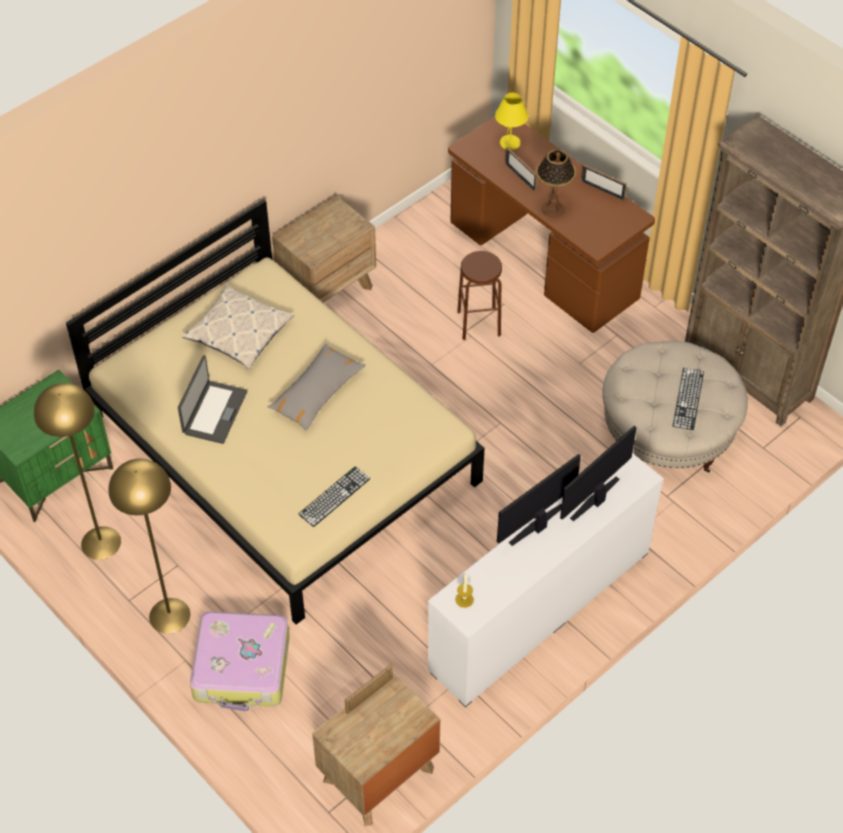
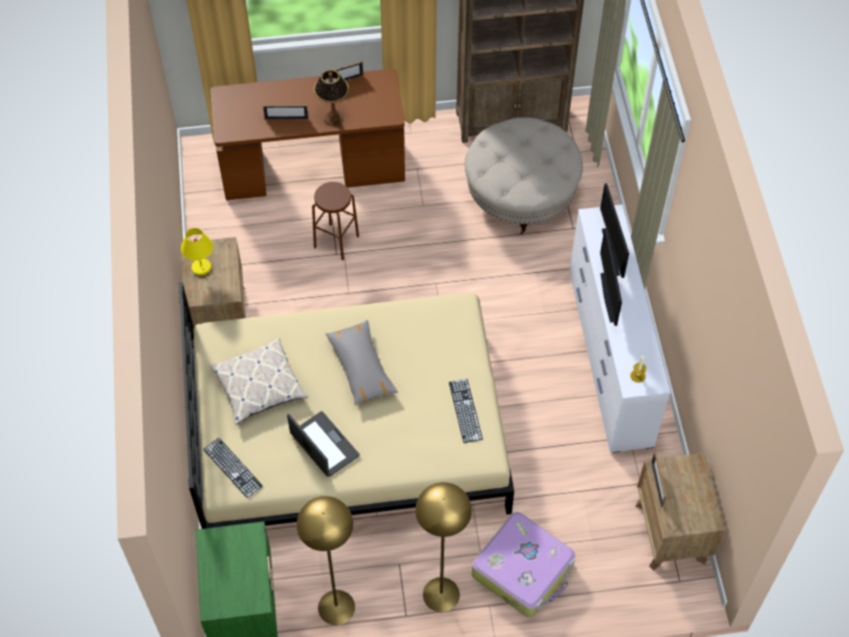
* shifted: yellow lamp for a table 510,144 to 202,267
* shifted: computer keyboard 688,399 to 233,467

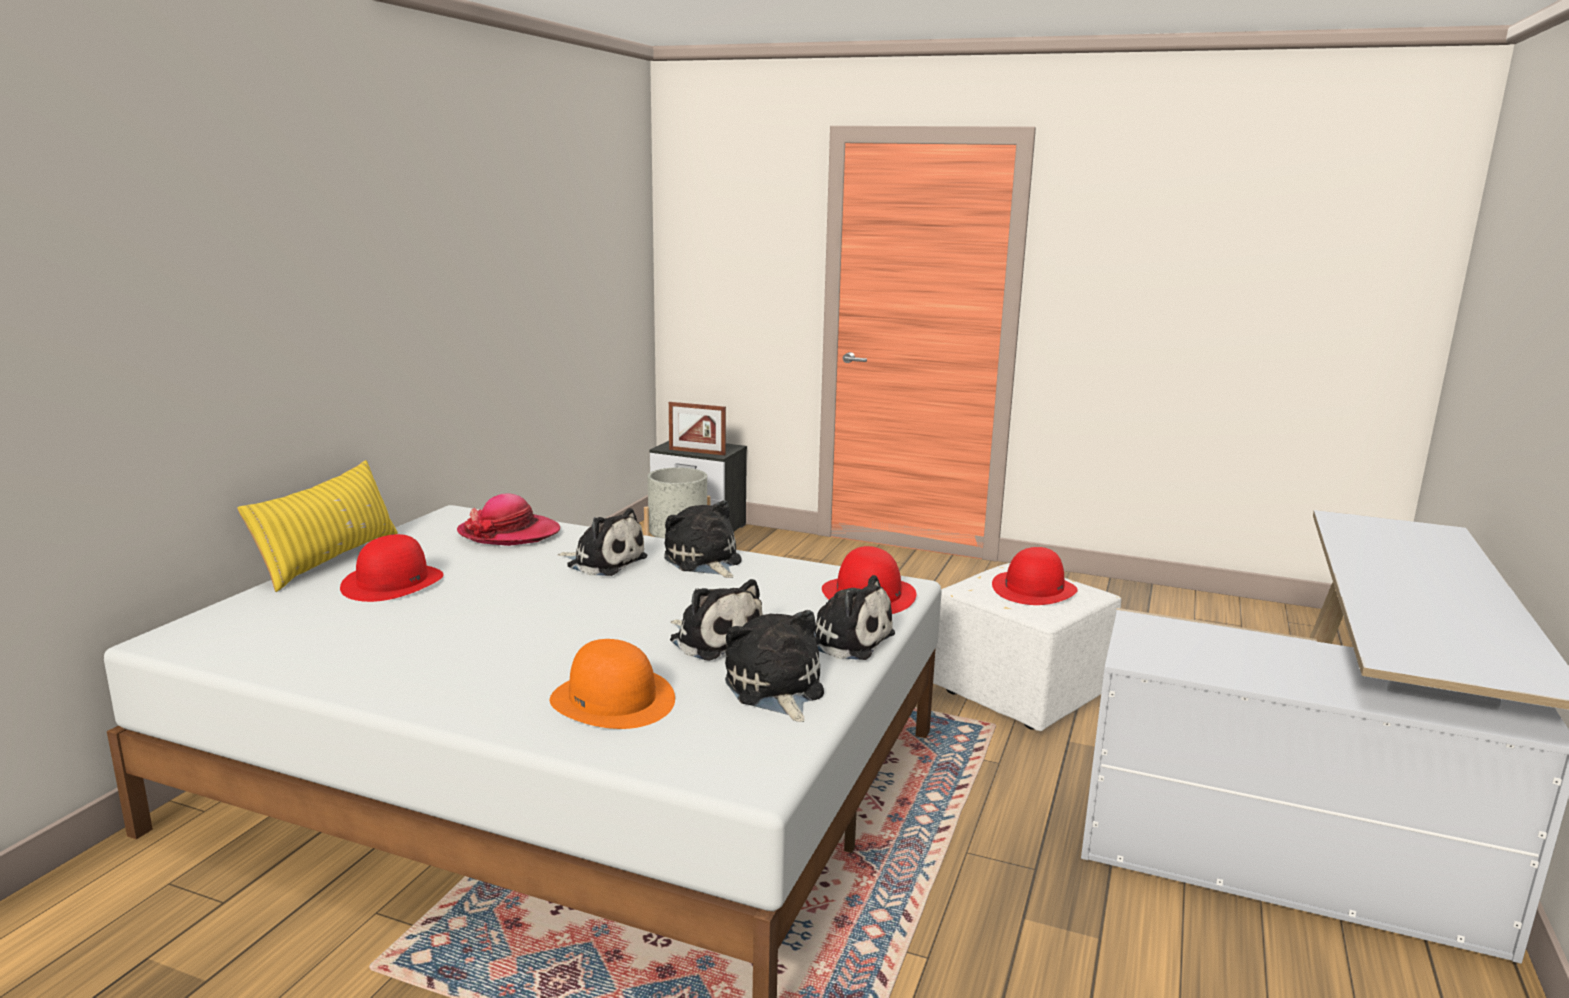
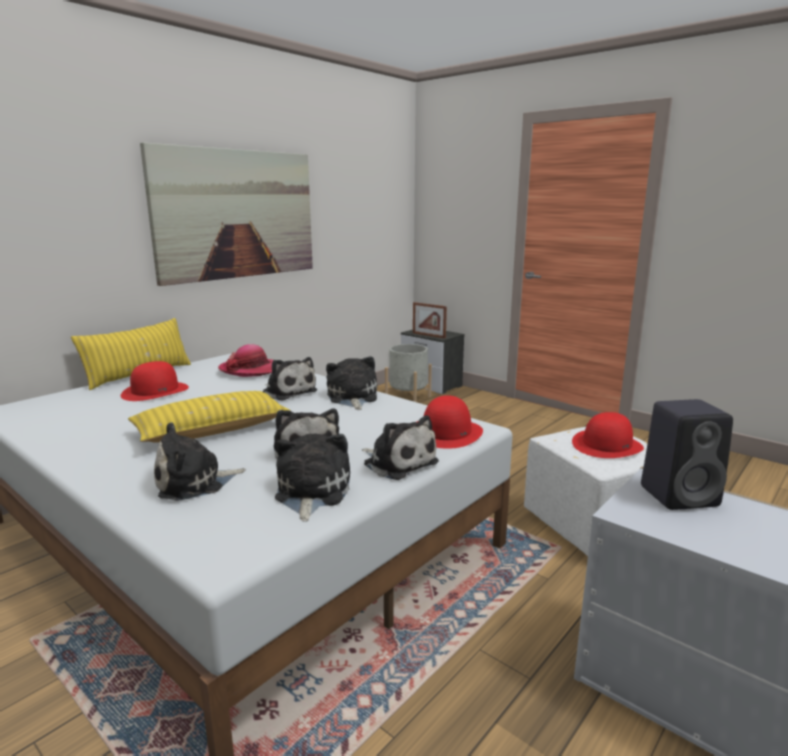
* new: yellow throw pillow 212,430
* new: wall picture 236,214
* new: black-coloured audio speaker 680,495
* swapped: orange-coloured clothing hat 613,699 to soft toy 194,483

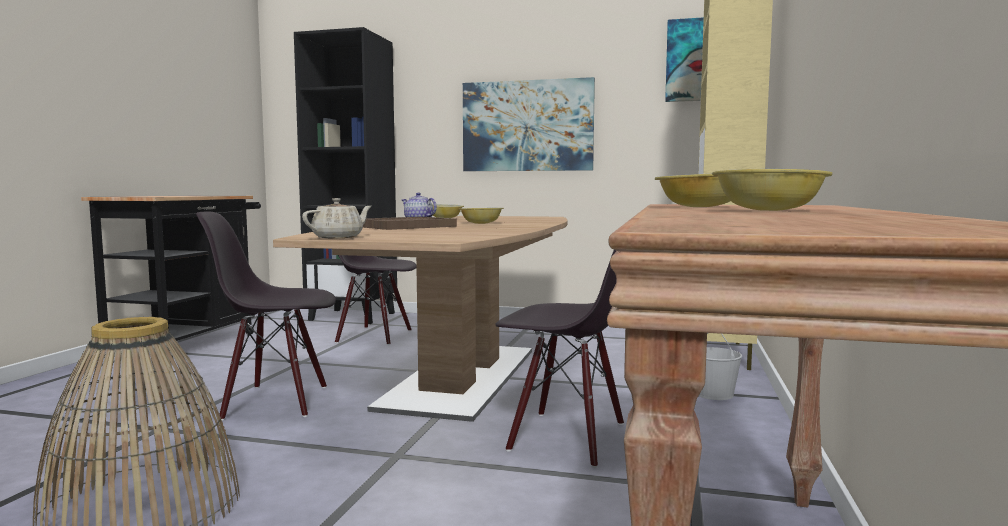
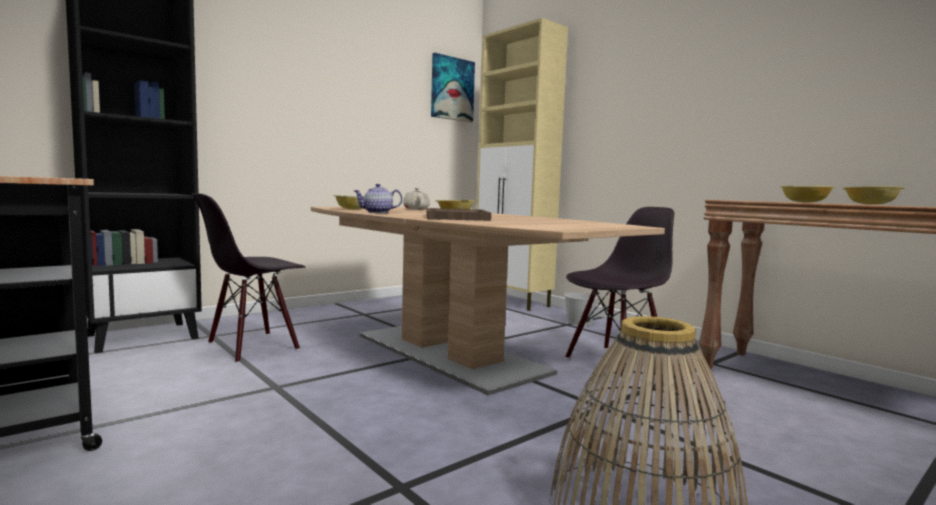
* gone: black-coloured plain chair 277,401
* gone: wall picture 527,126
* shifted: beige tea pot 339,237 to 416,209

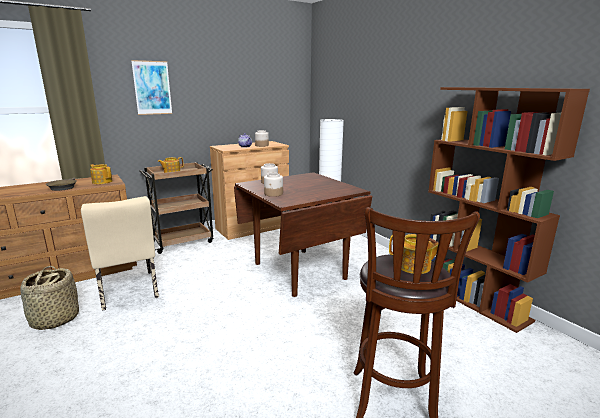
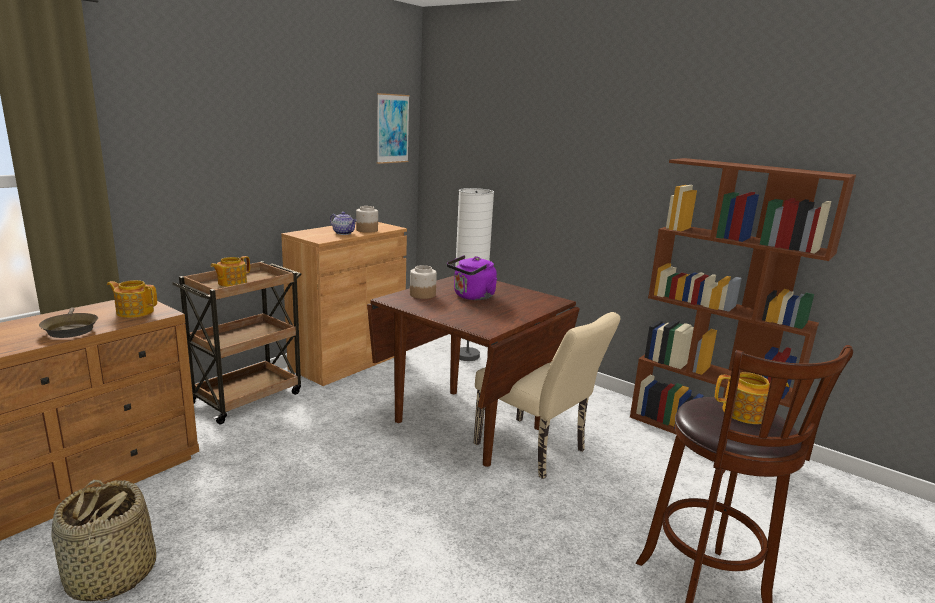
* gone: storage jar 273,194
* new: purple-coloured tea kettle 472,297
* shifted: beige plain chair 128,292 to 536,450
* shifted: wall picture 152,88 to 392,128

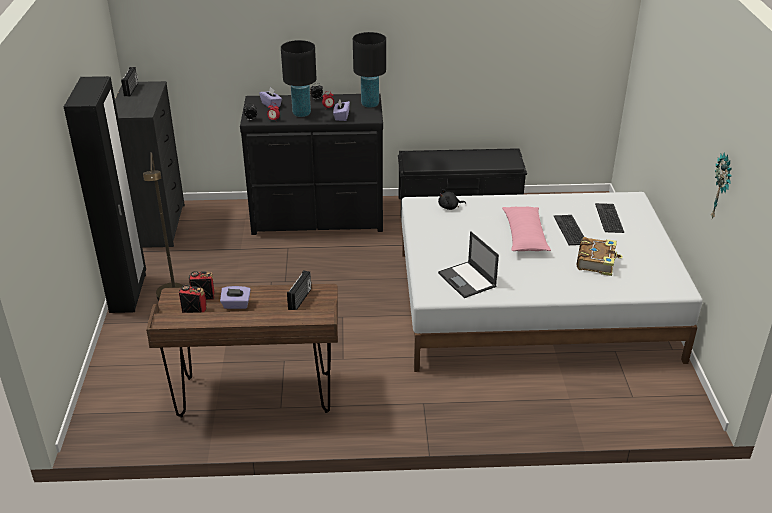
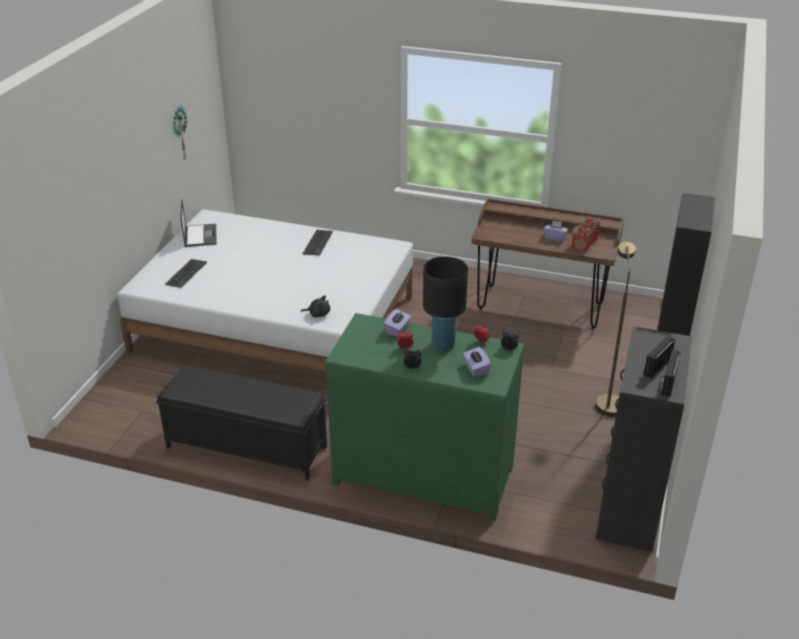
* gone: black-coloured lamp for a table 370,104
* gone: pink-coloured throw pillow 524,236
* gone: bound book 596,262
* shifted: radio set 300,299 to 656,366
* shifted: portable computer 467,280 to 200,235
* shifted: computer keyboard 570,230 to 317,243
* repainted: black-coloured drawer chest 318,217 to green-coloured drawer chest 424,471

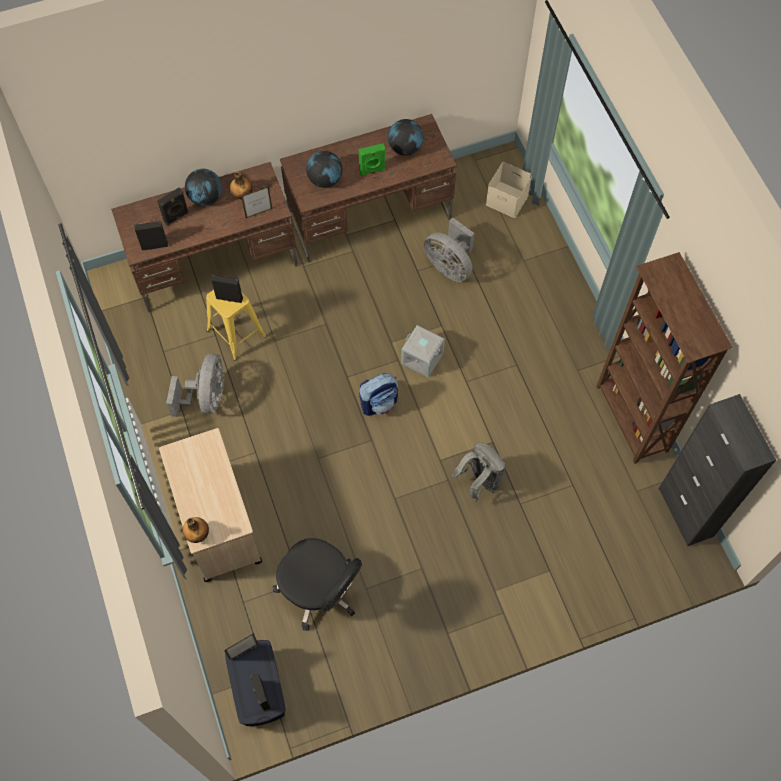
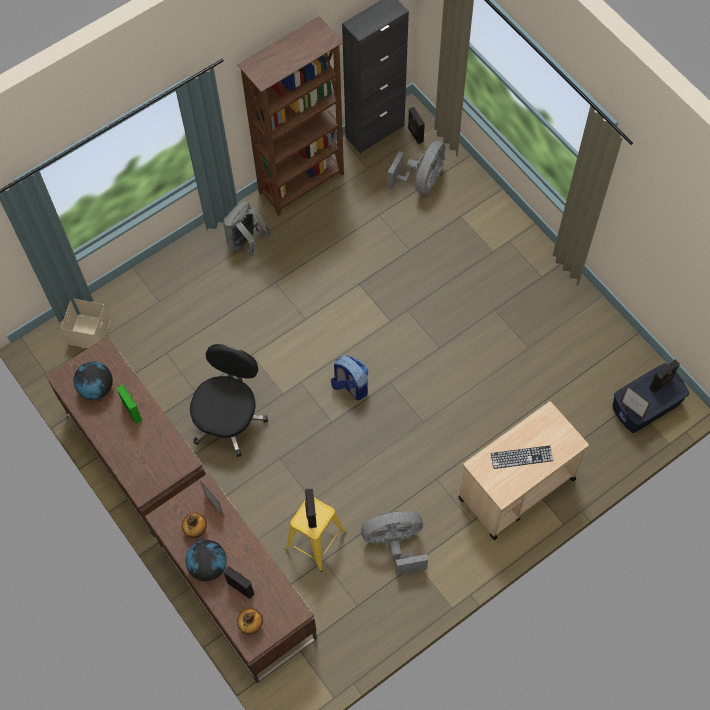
* gone: globe 325,180
* gone: grey storage container 423,357
* new: computer keyboard 521,457
* shifted: black-coloured audio speaker 154,245 to 415,135
* shifted: beverage bottle 198,534 to 250,624
* shifted: black-coloured desk chair 319,590 to 229,419
* shifted: grey cooling fan 450,266 to 421,181
* shifted: grey knapsack 479,481 to 246,242

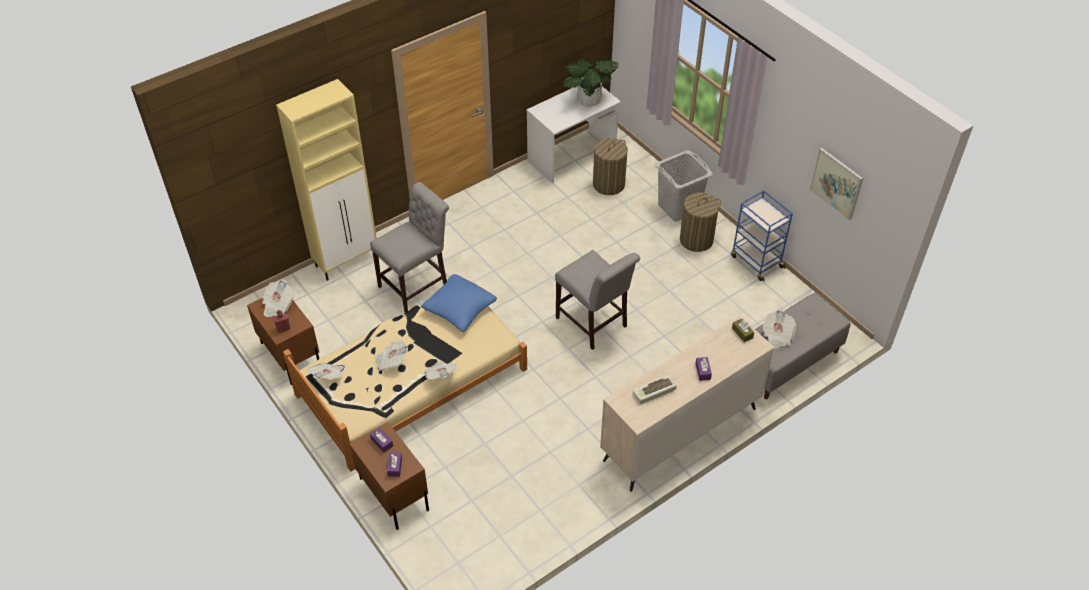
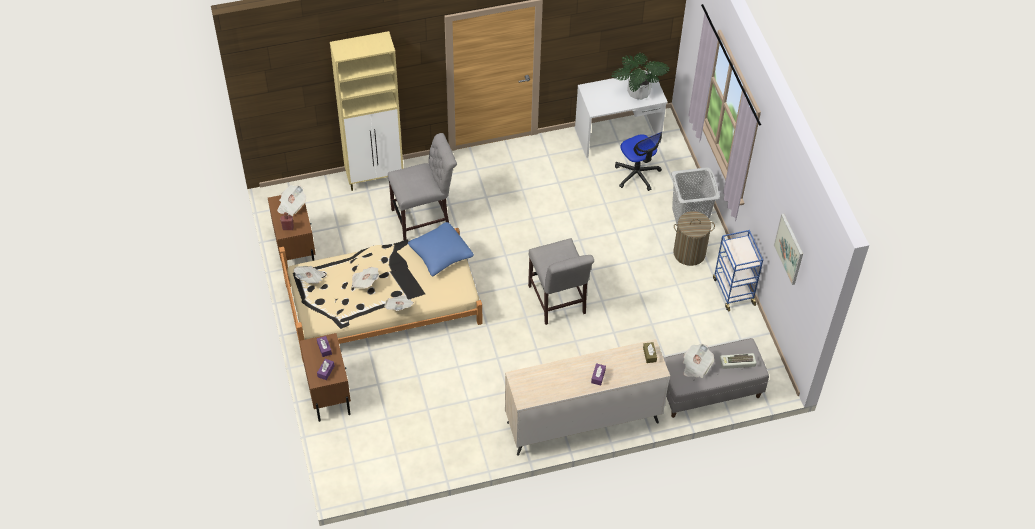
* shifted: computer keyboard 654,392 to 737,363
* swapped: hamper 608,184 to desk chair 637,174

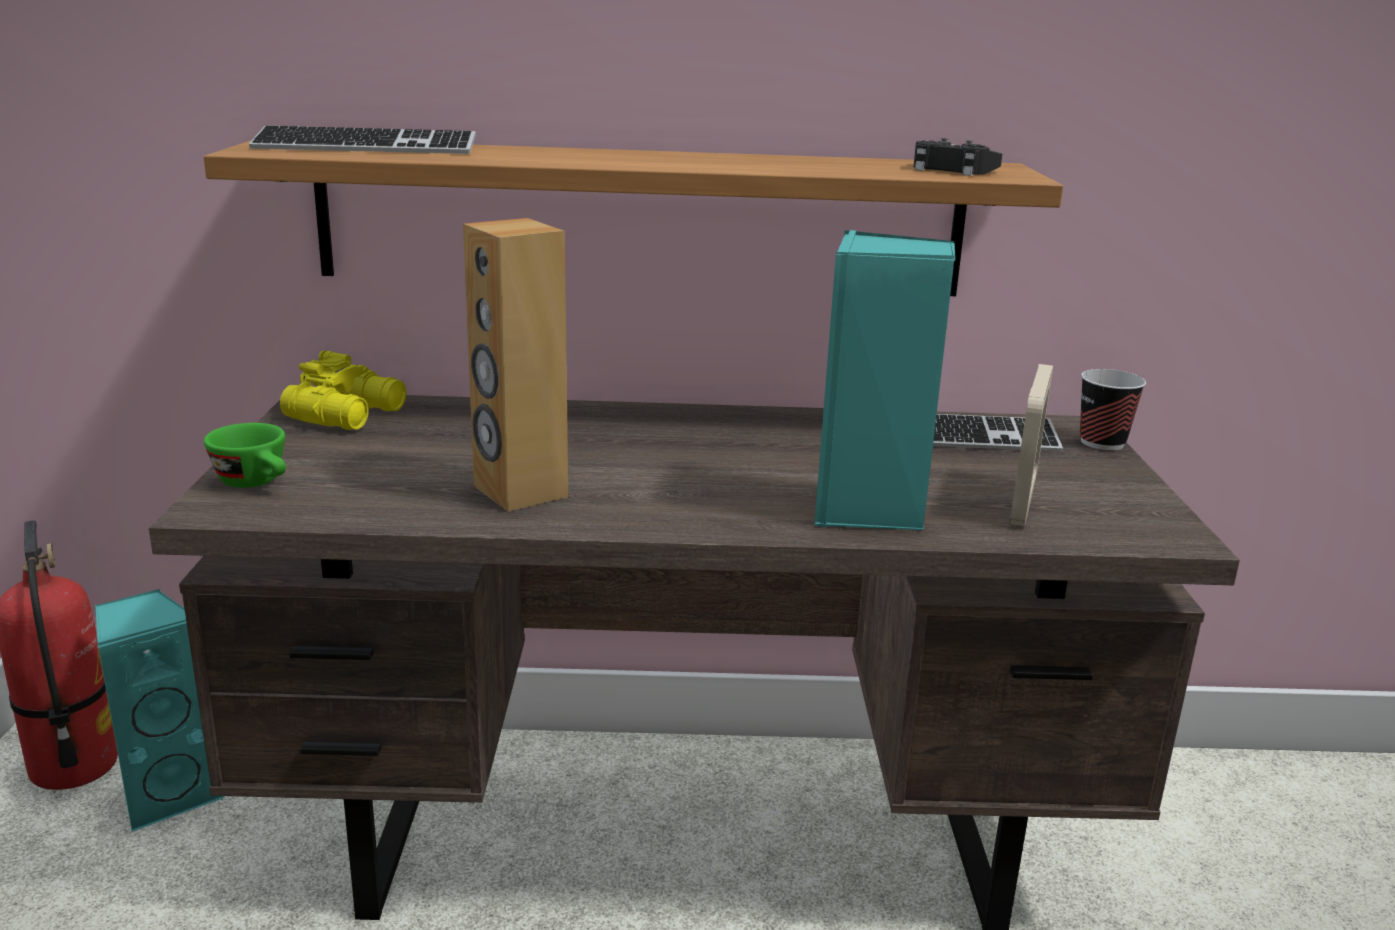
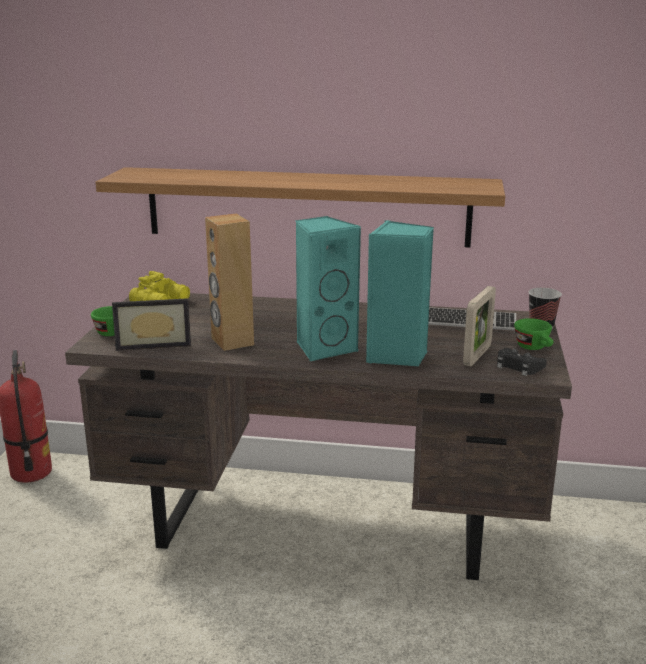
* gone: computer keyboard 366,147
* new: picture frame 154,343
* new: green-coloured drinking cup 535,348
* shifted: blue-green audio speaker 169,795 to 324,348
* shifted: black-coloured gamepad 952,170 to 518,367

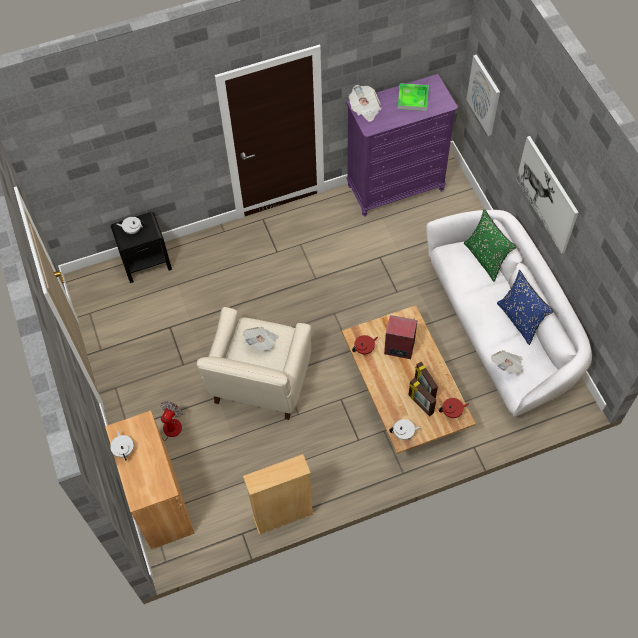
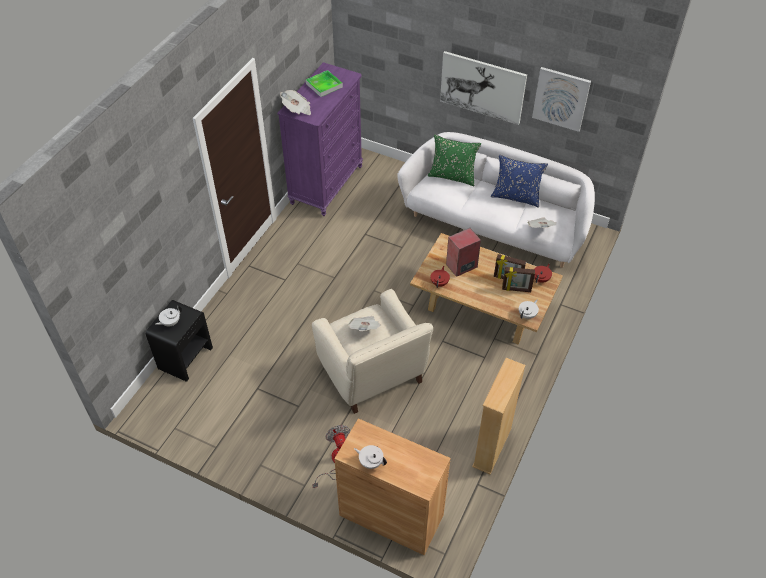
* shifted: wall picture 484,95 to 561,98

